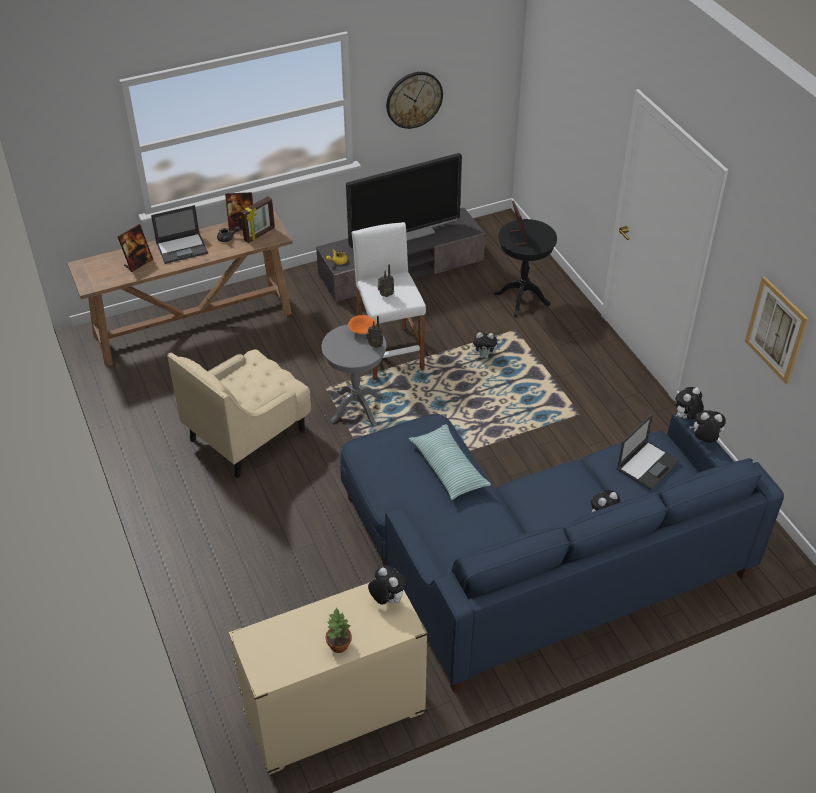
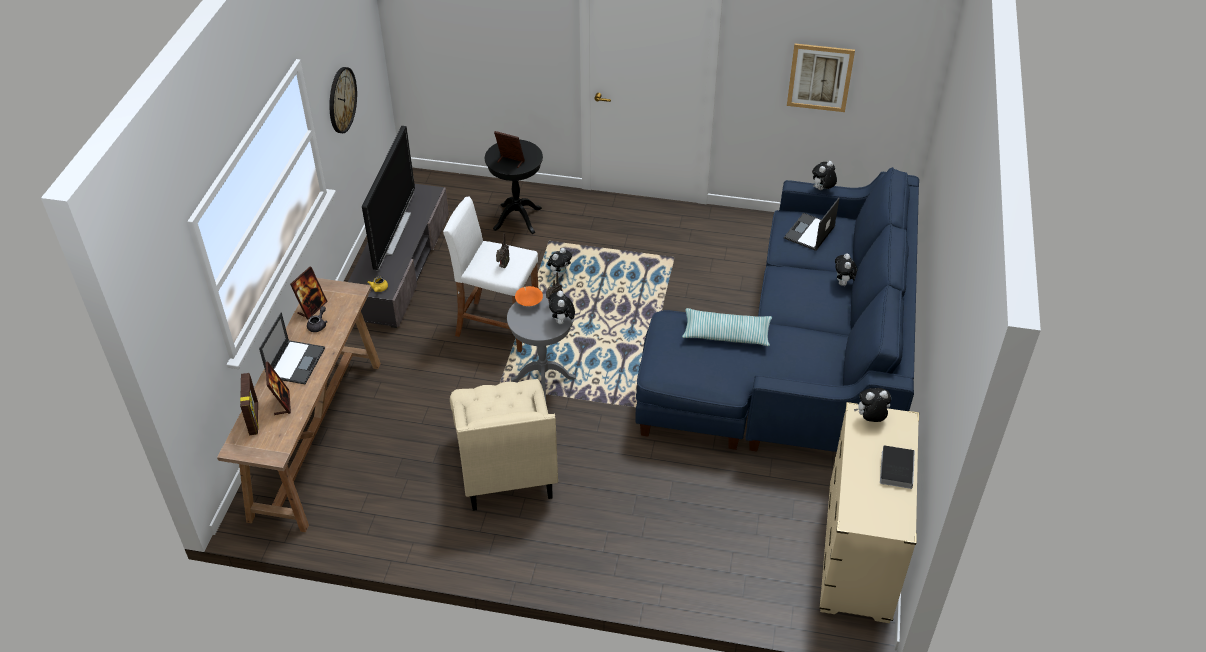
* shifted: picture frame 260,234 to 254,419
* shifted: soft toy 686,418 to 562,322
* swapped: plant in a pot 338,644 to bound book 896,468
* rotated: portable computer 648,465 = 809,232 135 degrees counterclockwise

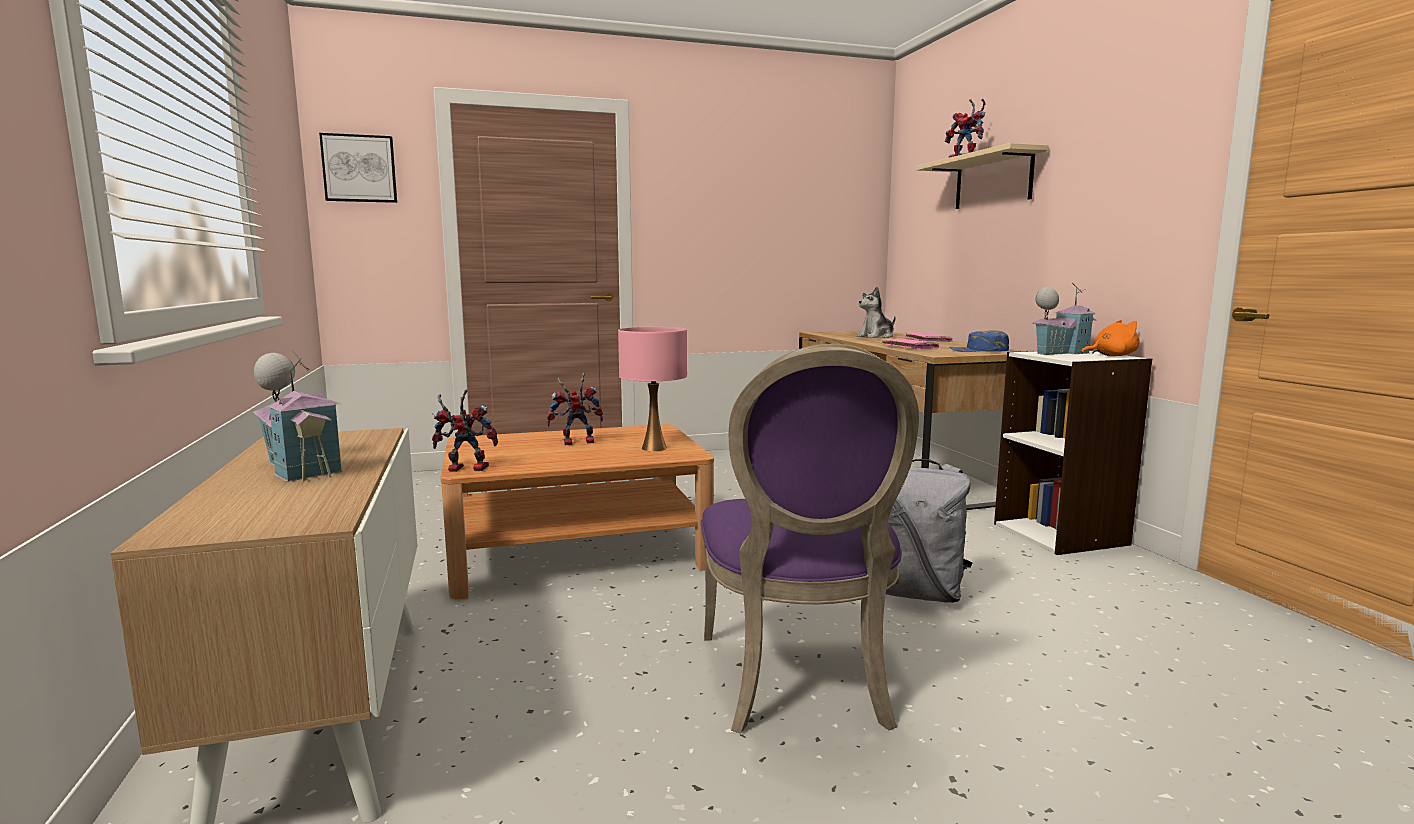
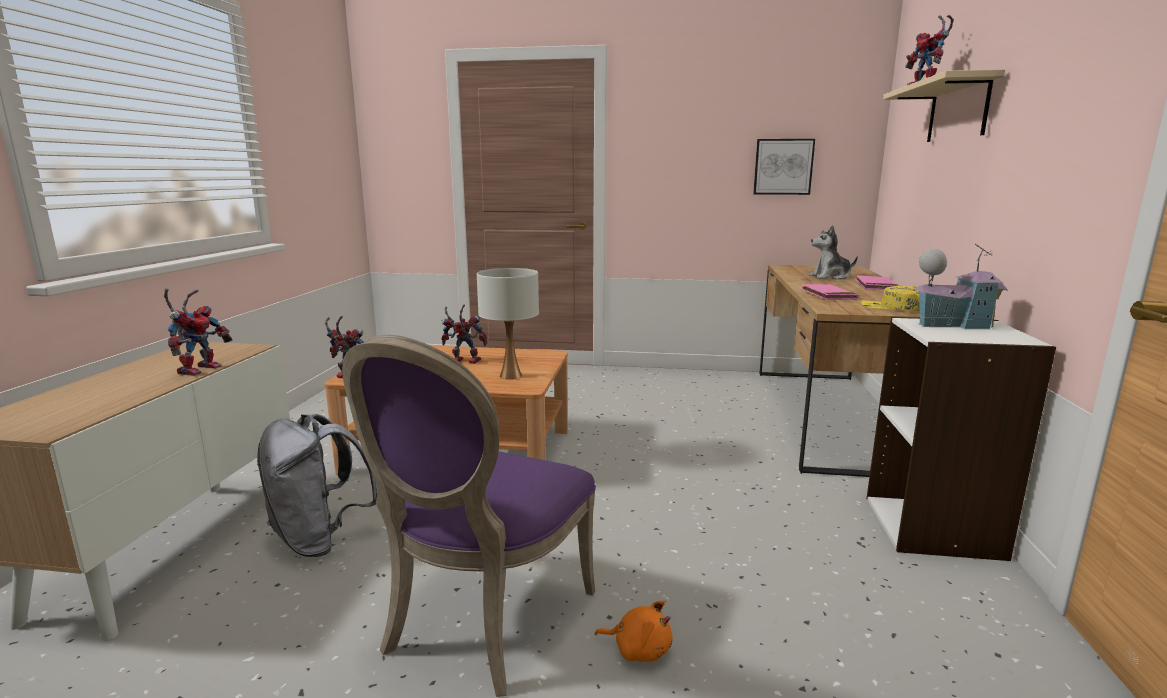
* gone: toy house 300,468
* new: toy robot 200,369
* shifted: wall picture 359,168 to 783,167
* shifted: grey knapsack 918,593 to 320,539
* shifted: orange-coloured soft toy 1111,356 to 639,649
* repainted: pink-coloured lamp for a table 654,448 to whitish lamp for a table 511,376
* repainted: blue baseball cap 978,350 to yellow baseball cap 894,307

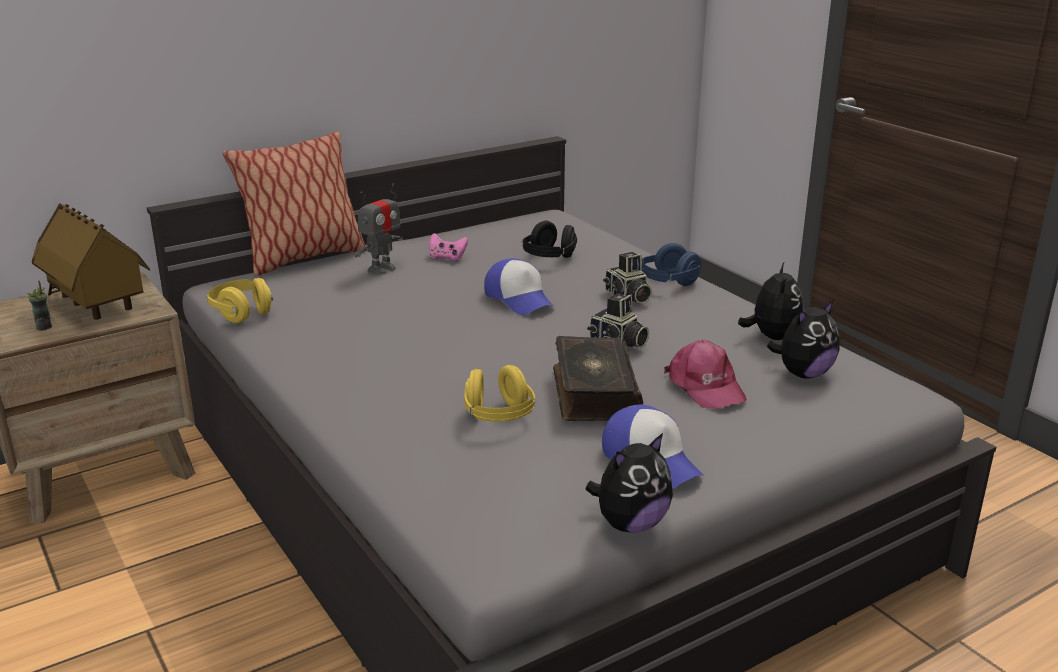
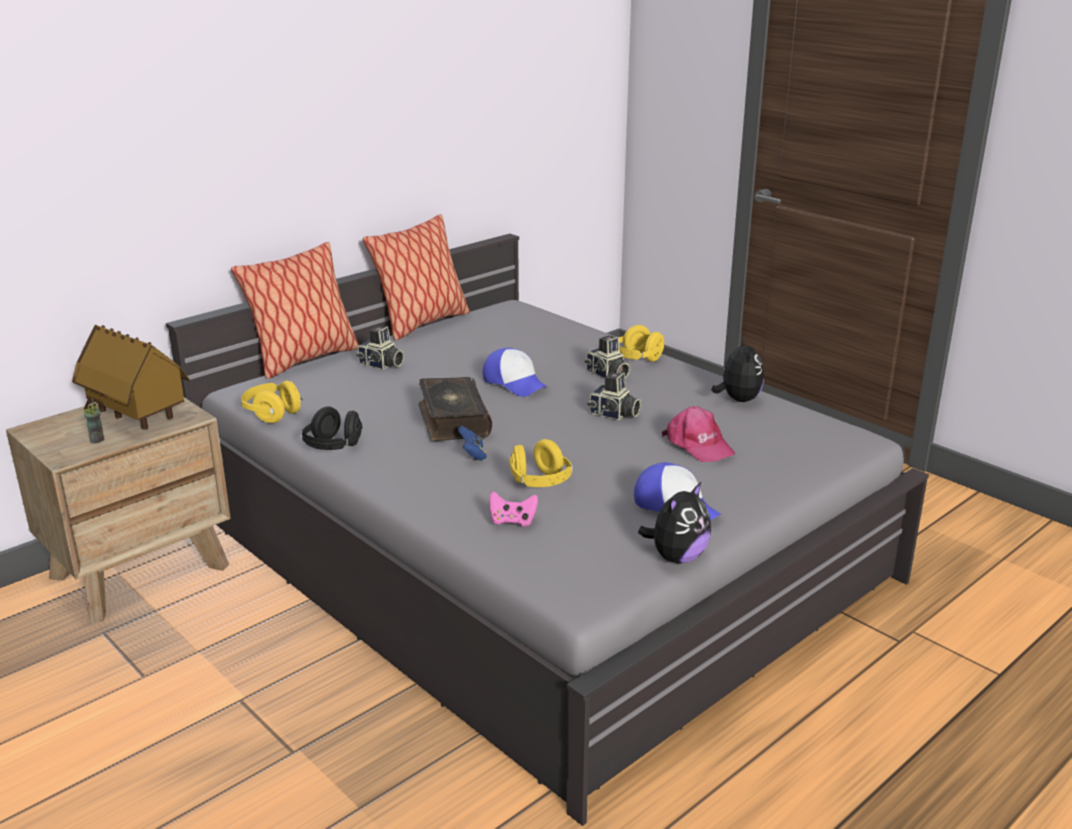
* gone: soft toy 803,373
* new: throw pillow 422,323
* new: blue gamepad 473,455
* shifted: pink-coloured gamepad 447,258 to 512,521
* shifted: black-coloured headset 549,258 to 333,447
* shifted: bound book 593,393 to 452,420
* swapped: toy robot 381,269 to still camera 381,365
* repainted: blue headset 667,282 to yellow headset 636,359

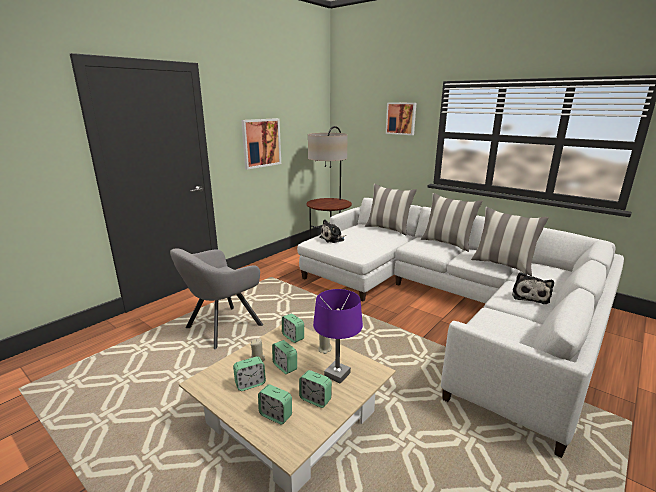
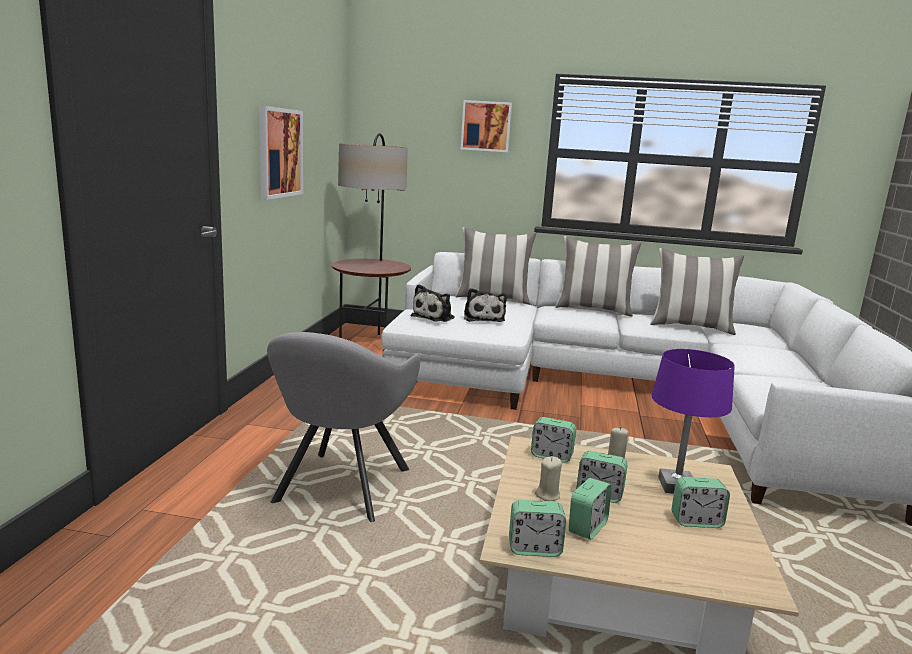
* shifted: table clock 275,415 to 534,549
* shifted: soft toy 530,296 to 483,318

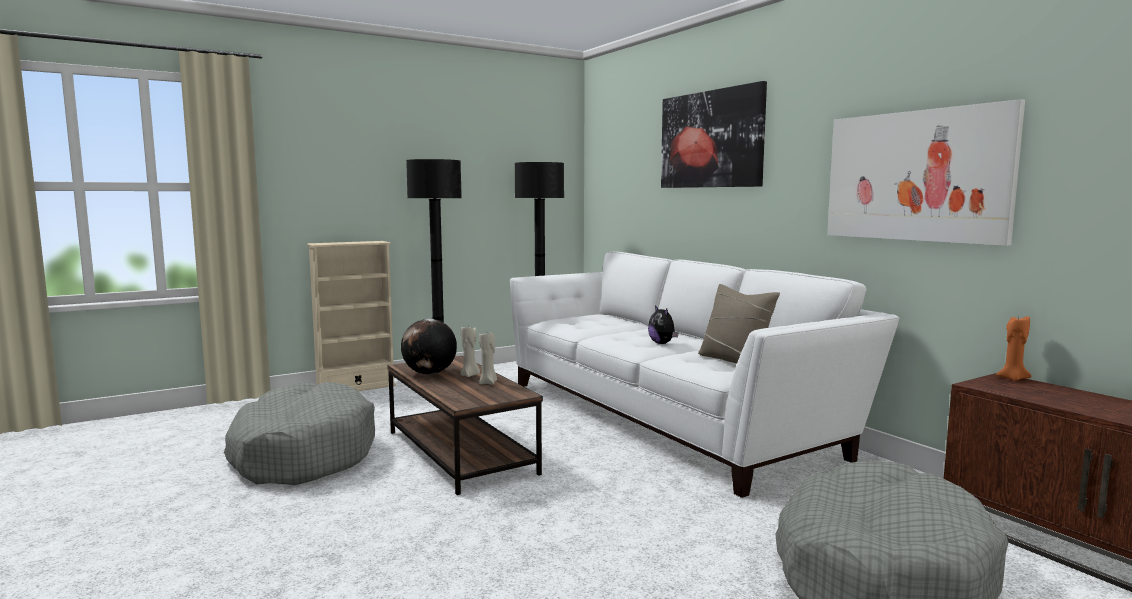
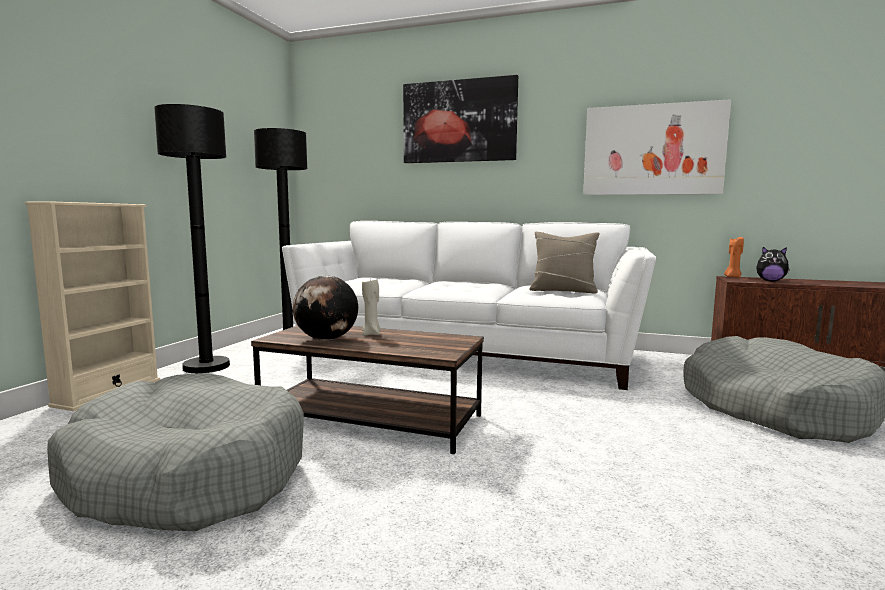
* gone: beige wax candle 488,383
* shifted: soft toy 662,343 to 770,281

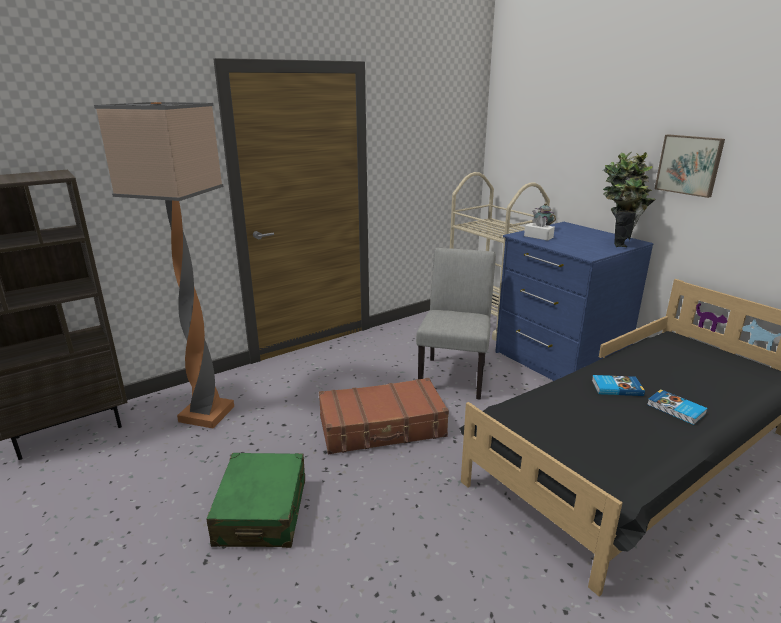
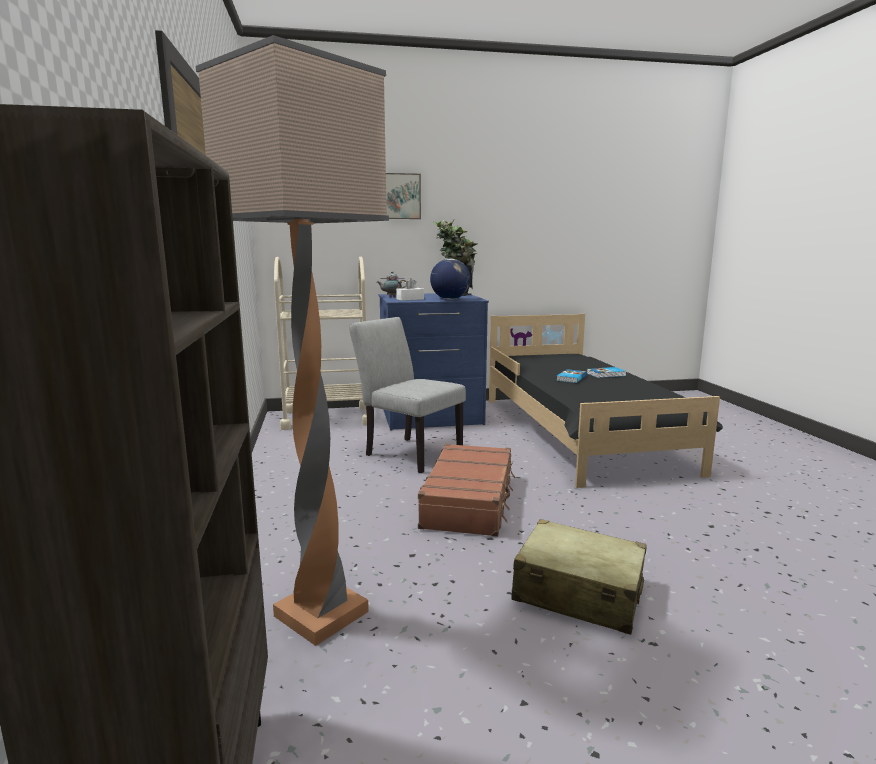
* new: globe 450,299
* shifted: wall picture 689,165 to 398,196
* repainted: green-coloured suitcase 262,512 to beige suitcase 578,592

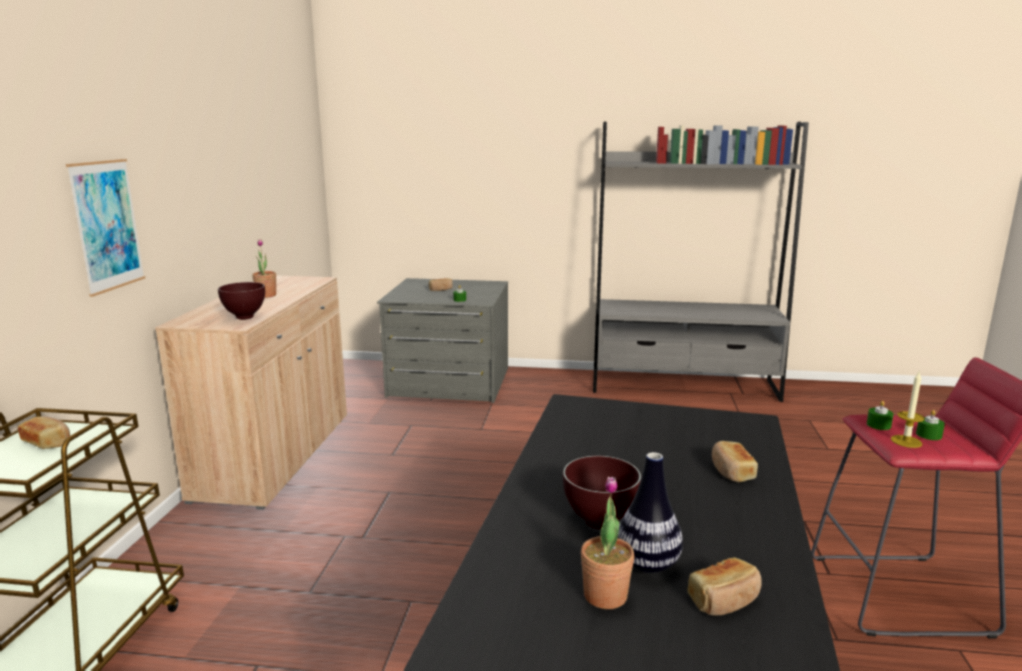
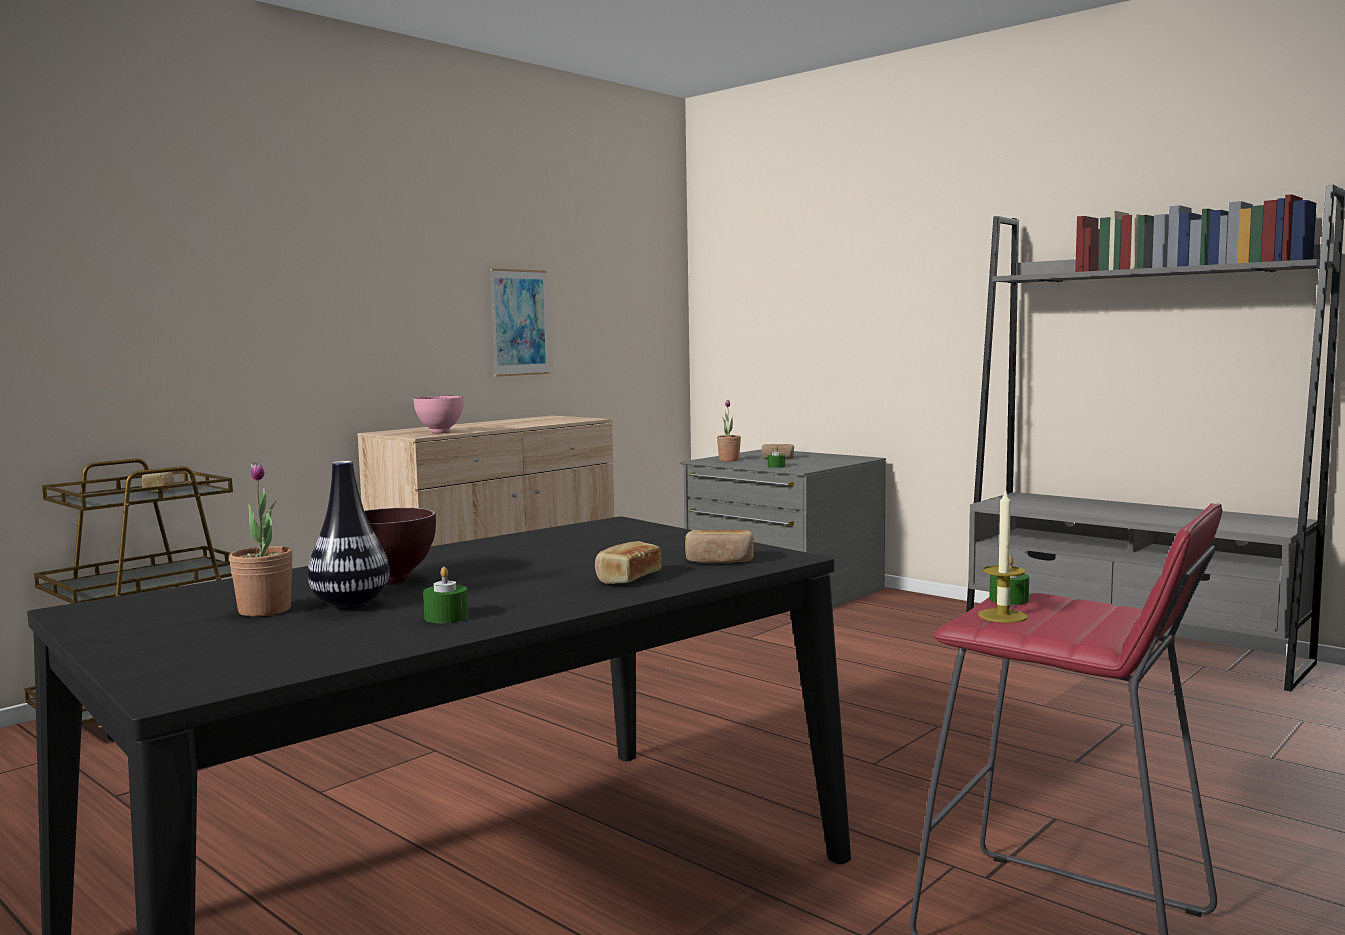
* shifted: wall picture 107,225 to 519,322
* shifted: plant in a pot 266,295 to 729,460
* shifted: bakery bread 724,600 to 720,560
* shifted: green-coloured wax candle 928,435 to 446,617
* repainted: brown serving bowl 246,318 to pink-coloured serving bowl 441,433

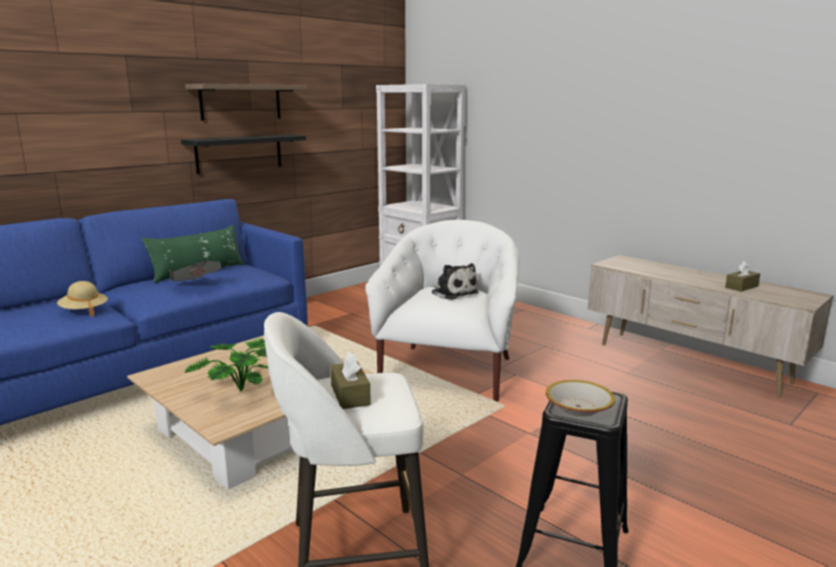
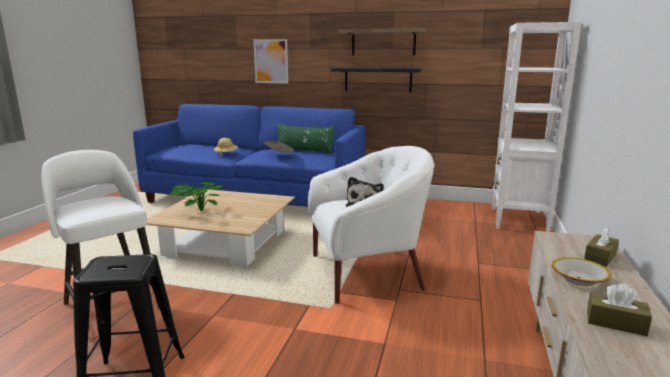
* new: wall picture 271,61
* shifted: brown box of tissues 350,395 to 600,257
* shifted: serving bowl 578,407 to 578,278

